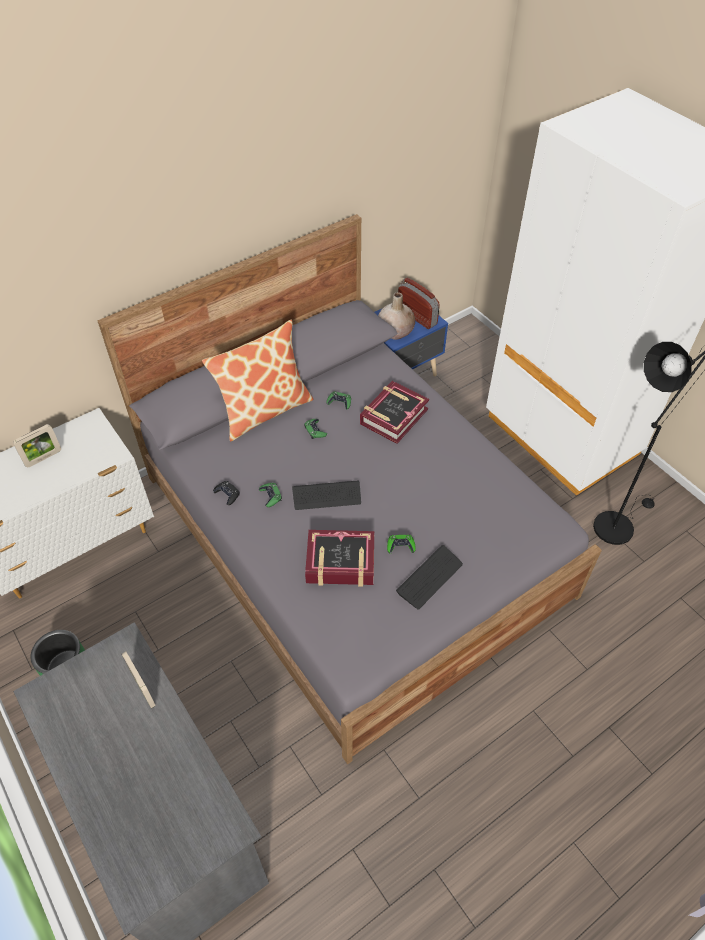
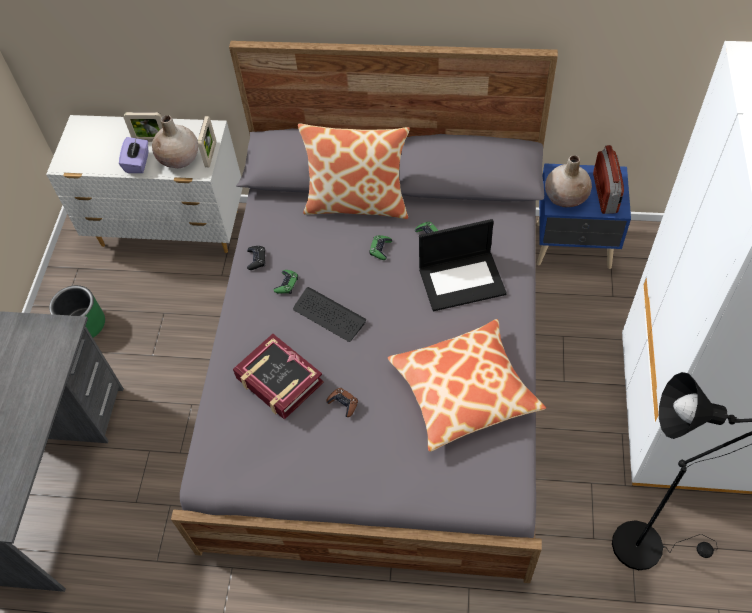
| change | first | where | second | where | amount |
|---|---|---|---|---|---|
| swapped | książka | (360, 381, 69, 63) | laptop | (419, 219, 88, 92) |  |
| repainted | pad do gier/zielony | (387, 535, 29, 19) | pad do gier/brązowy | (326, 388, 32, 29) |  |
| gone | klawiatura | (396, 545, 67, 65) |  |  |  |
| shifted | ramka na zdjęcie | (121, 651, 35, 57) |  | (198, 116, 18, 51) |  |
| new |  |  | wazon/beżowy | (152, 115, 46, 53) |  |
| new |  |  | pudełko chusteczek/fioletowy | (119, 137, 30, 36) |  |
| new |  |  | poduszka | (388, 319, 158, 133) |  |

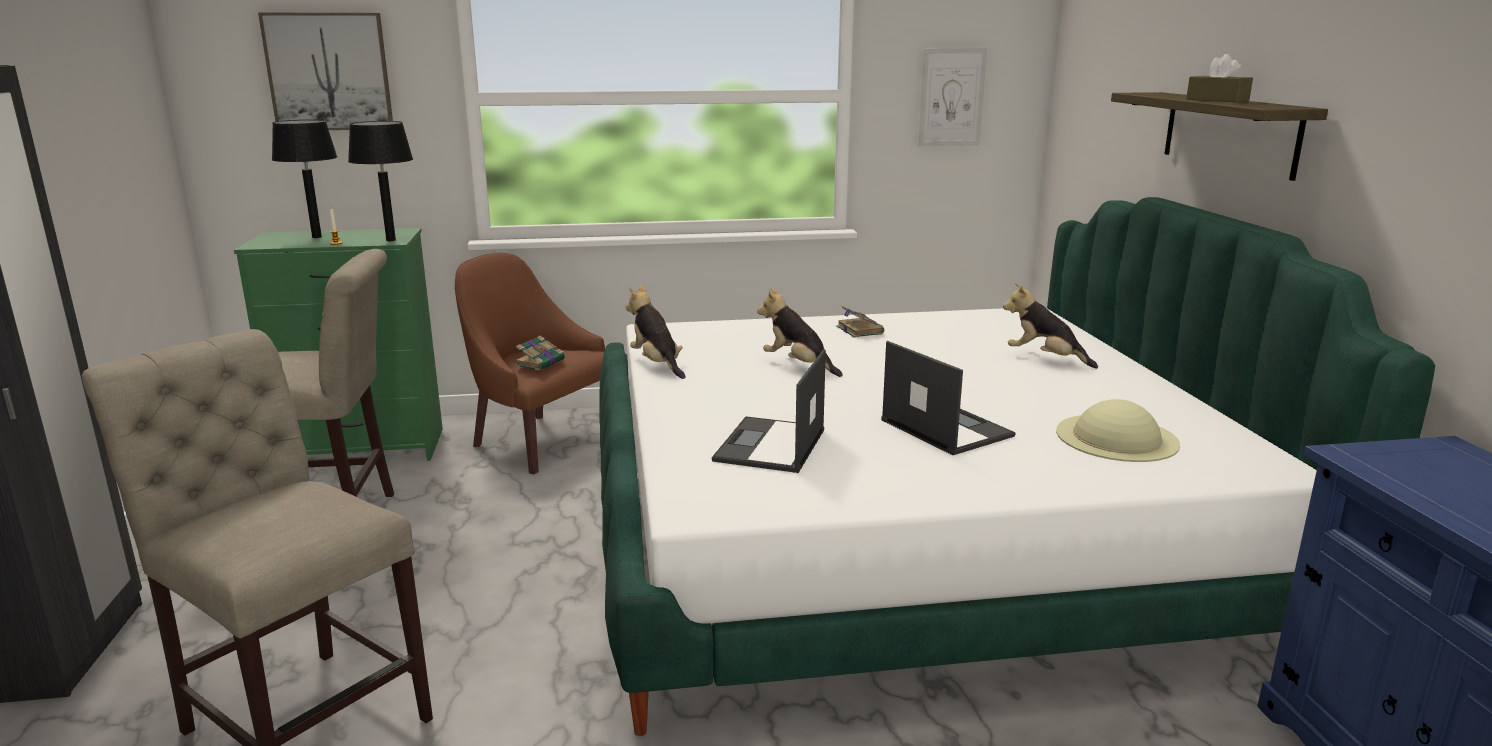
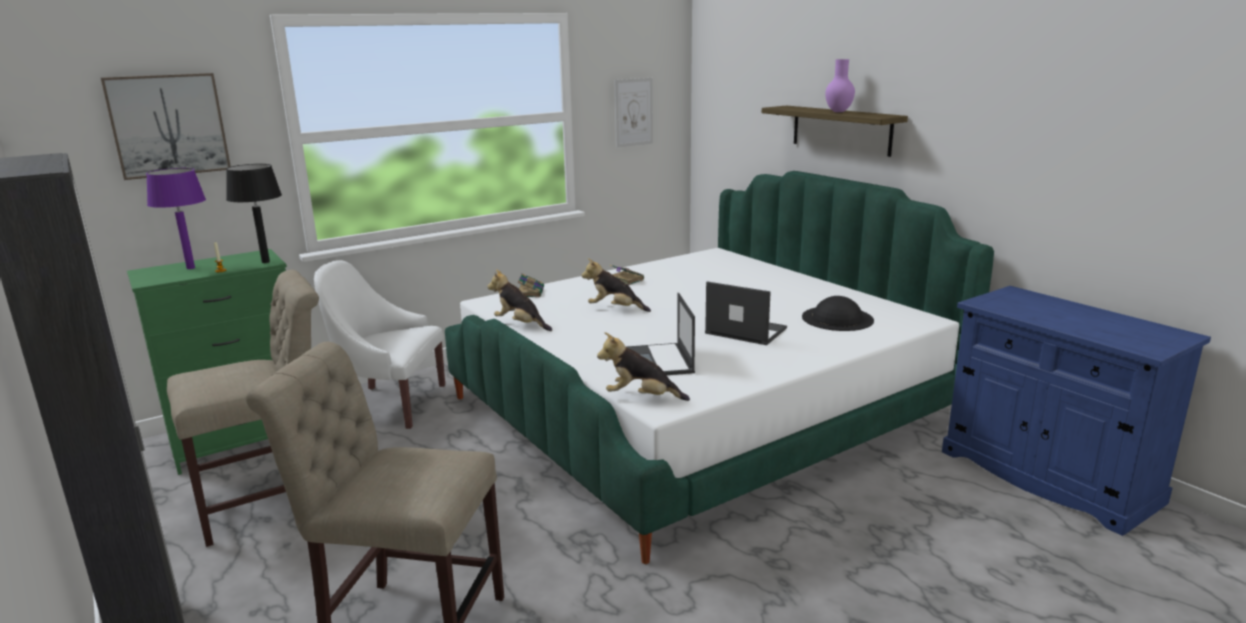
| change | first | where | second | where | amount |
|---|---|---|---|---|---|
| swapped | pudełko chusteczek/brązowy | (1186, 54, 67, 48) | wazon/fioletowy | (825, 59, 30, 53) |  |
| repainted | lampa stołowa/czarny | (272, 120, 65, 118) | lampa stołowa/fioletowy | (146, 168, 60, 101) |  |
| repainted | fotel/brązowy | (455, 253, 150, 222) | fotel/biały | (314, 260, 131, 169) |  |
| shifted | pluszak | (1003, 283, 95, 86) |  | (597, 332, 93, 69) |  |
| shifted | książka | (515, 336, 50, 35) |  | (518, 274, 26, 23) |  |
| repainted | kapelusz/beżowy | (1056, 399, 124, 63) | kapelusz/czarny | (802, 296, 72, 35) |  |

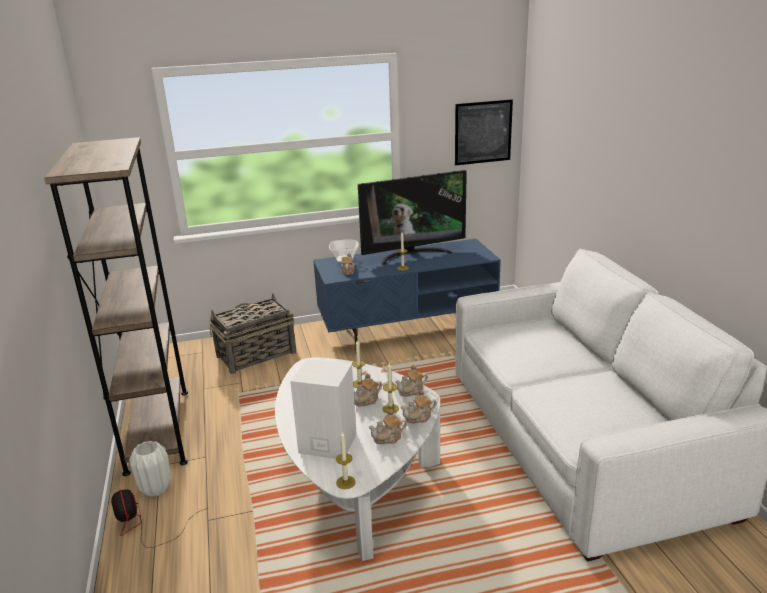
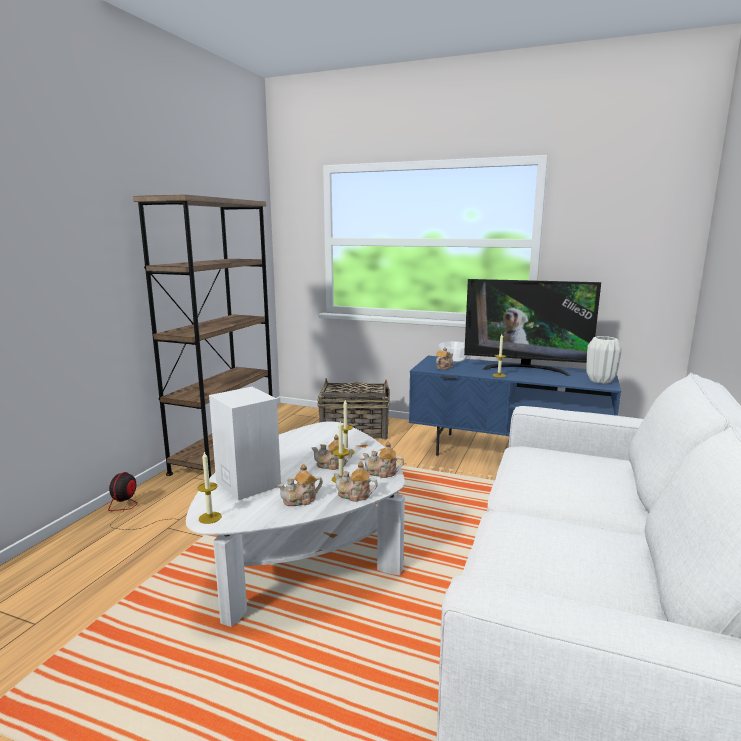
| change | first | where | second | where | amount |
|---|---|---|---|---|---|
| gone | obraz | (455, 99, 58, 66) |  |  |  |
| rotated | imbryk | (369, 409, 38, 35) |  | (277, 464, 46, 42) | 45 degrees counterclockwise |
| shifted | wazon/biały | (129, 441, 42, 56) |  | (586, 336, 36, 48) |  |

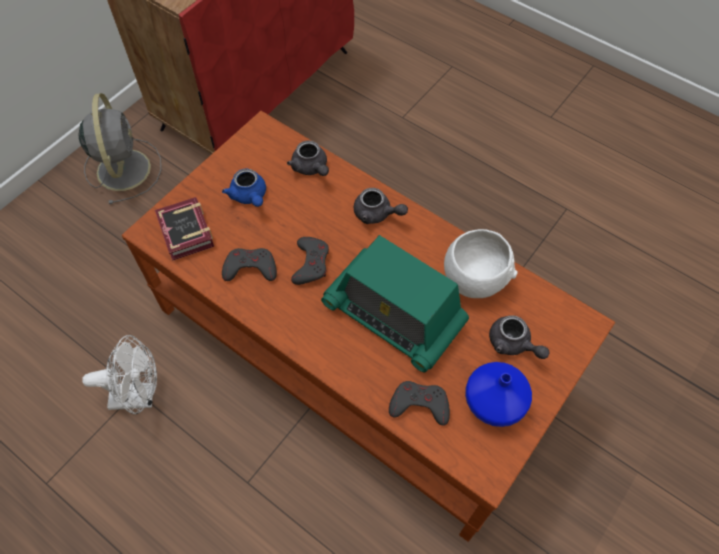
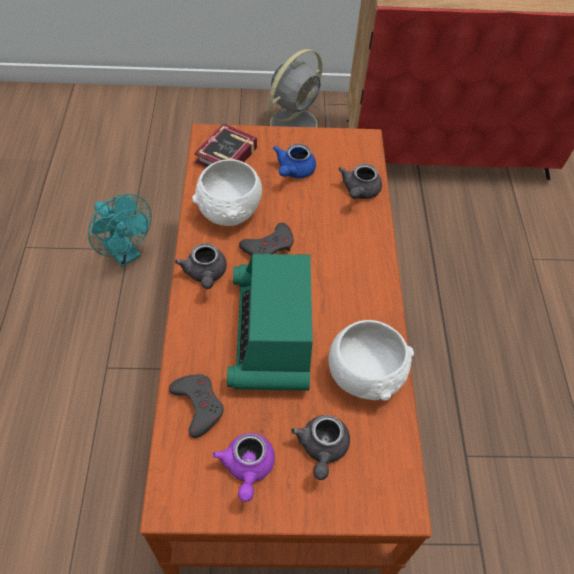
| change | first | where | second | where | amount |
|---|---|---|---|---|---|
| shifted | imbryk/szary | (354, 188, 54, 36) |  | (175, 243, 52, 46) |  |
| swapped | pad do gier/szary | (222, 248, 55, 33) | miska/biały | (192, 160, 70, 66) |  |
| repainted | wentylator/biały | (82, 335, 75, 79) | wentylator/turkusowy | (88, 194, 63, 73) |  |
| swapped | wazon/niebieski | (465, 362, 67, 65) | imbryk/fioletowy | (212, 433, 63, 69) |  |

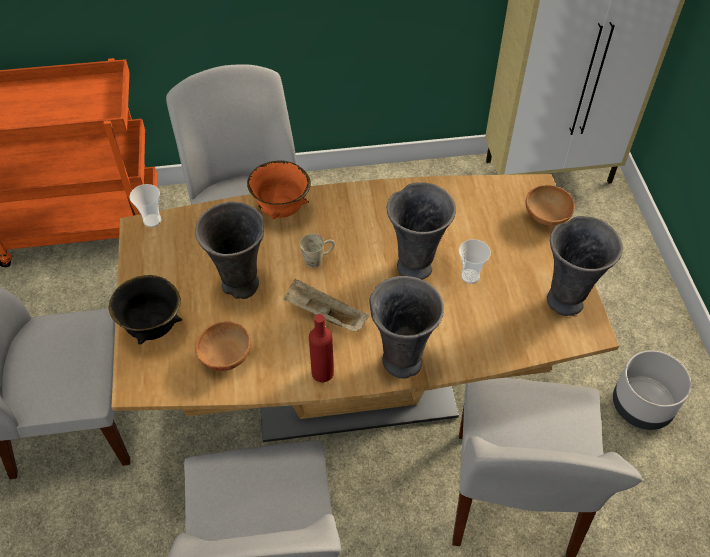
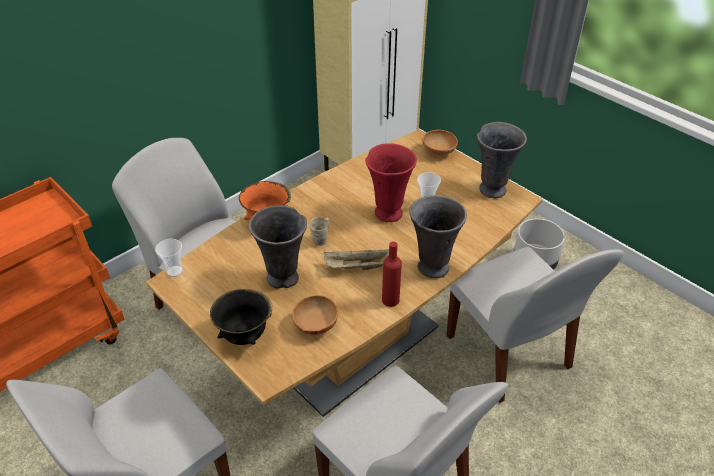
| change | first | where | second | where | amount |
|---|---|---|---|---|---|
| repainted | wazon/szary | (387, 182, 69, 98) | wazon/czerwony | (365, 143, 52, 79) |  |

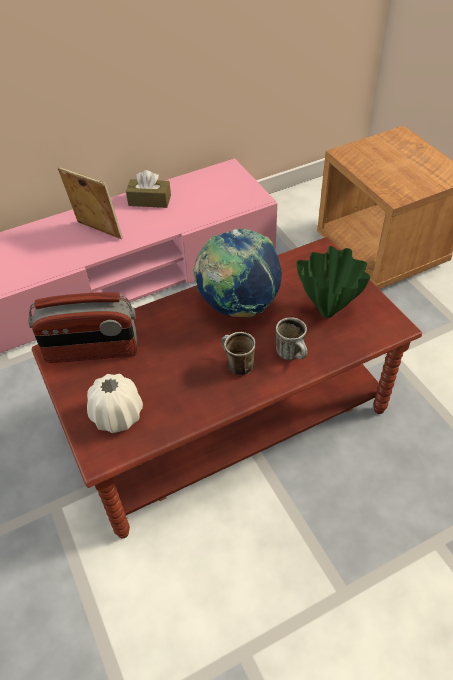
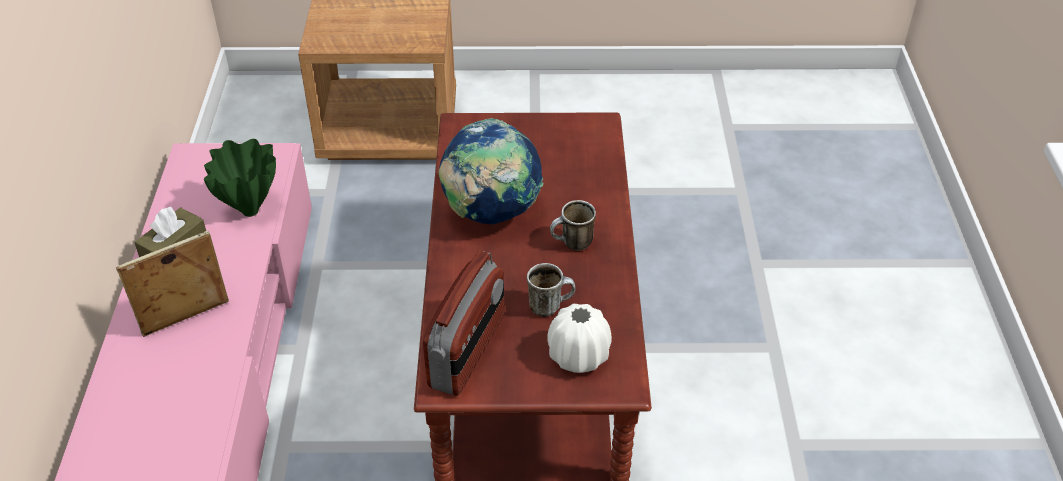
| change | first | where | second | where | amount |
|---|---|---|---|---|---|
| shifted | wazon/zielony | (297, 246, 73, 72) |  | (204, 139, 72, 78) |  |
| shifted | kubek | (276, 317, 31, 43) |  | (527, 263, 48, 54) |  |

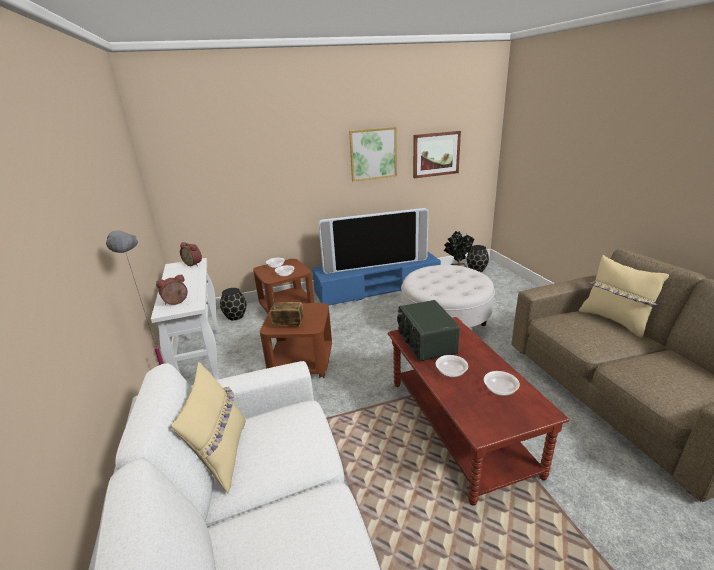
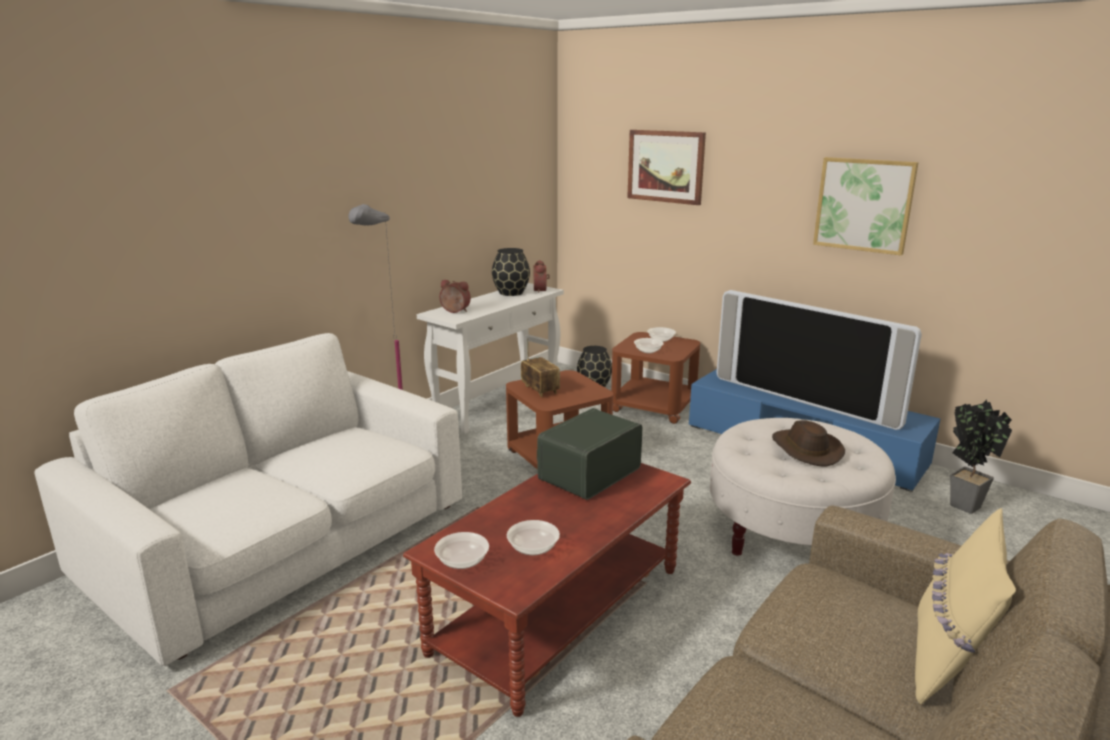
| change | first | where | second | where | amount |
|---|---|---|---|---|---|
| shifted | obraz | (413, 131, 48, 47) |  | (627, 130, 79, 75) |  |
| shifted | wazon/czarny | (467, 245, 22, 27) |  | (492, 248, 38, 48) |  |
| shifted | miska | (436, 355, 32, 22) |  | (434, 532, 55, 37) |  |
| gone | poduszka/beżowy | (171, 362, 75, 131) |  |  |  |
| new |  |  | kapelusz/brązowy | (772, 420, 73, 47) |  |

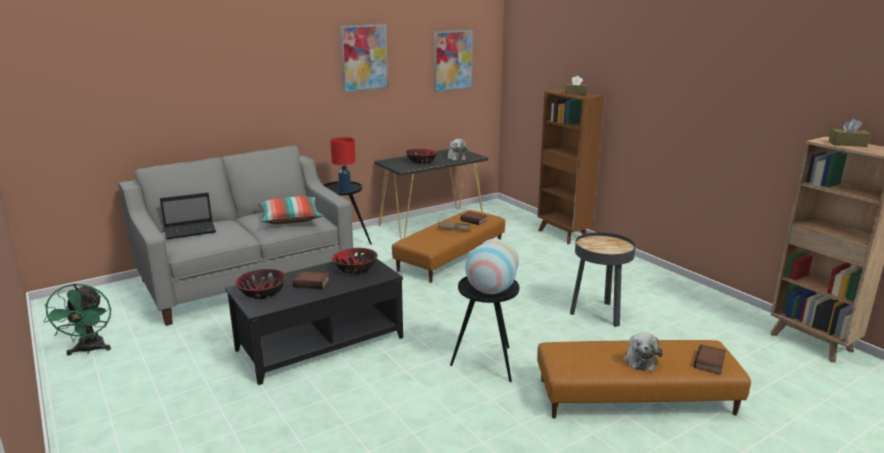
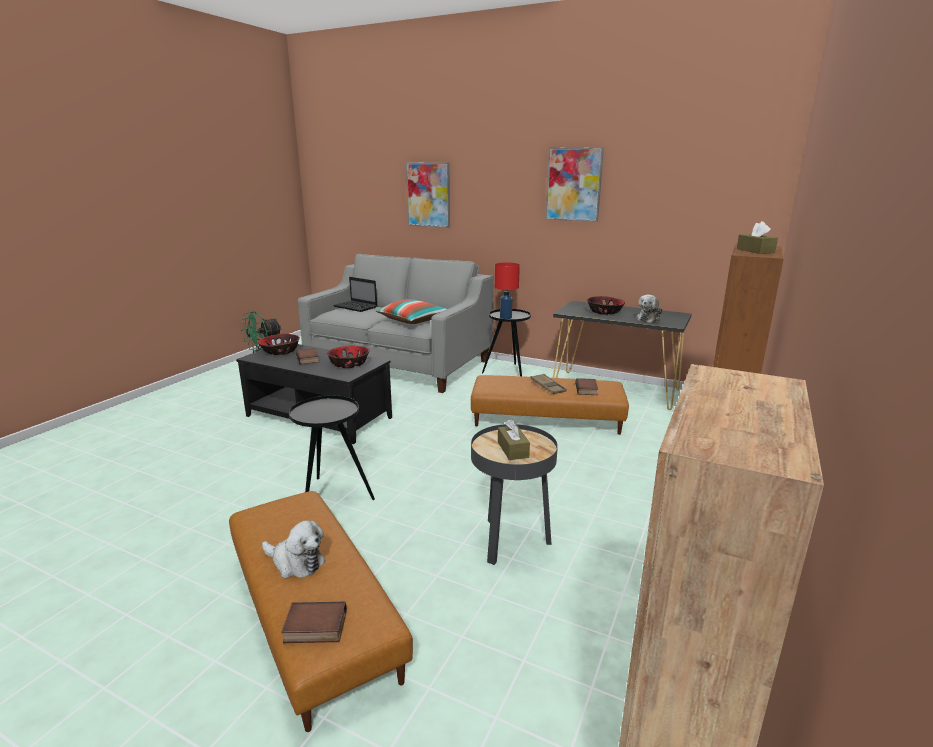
| change | first | where | second | where | amount |
|---|---|---|---|---|---|
| shifted | obraz | (434, 30, 39, 62) |  | (406, 162, 44, 66) |  |
| shifted | pudełko chusteczek/brązowy | (829, 118, 41, 29) |  | (498, 419, 32, 41) |  |
| gone | wazon | (465, 239, 54, 55) |  |  |  |
| rotated | pluszak | (623, 332, 40, 39) |  | (262, 520, 63, 58) | 135 degrees counterclockwise |

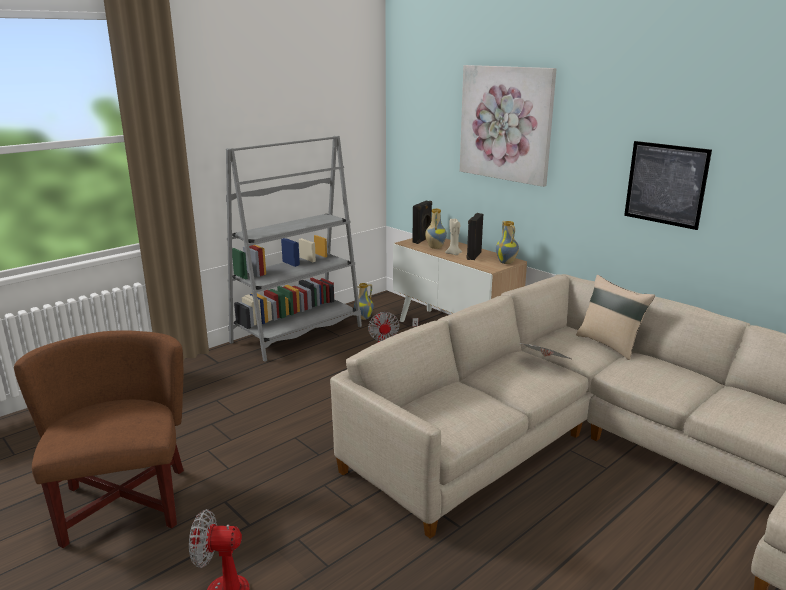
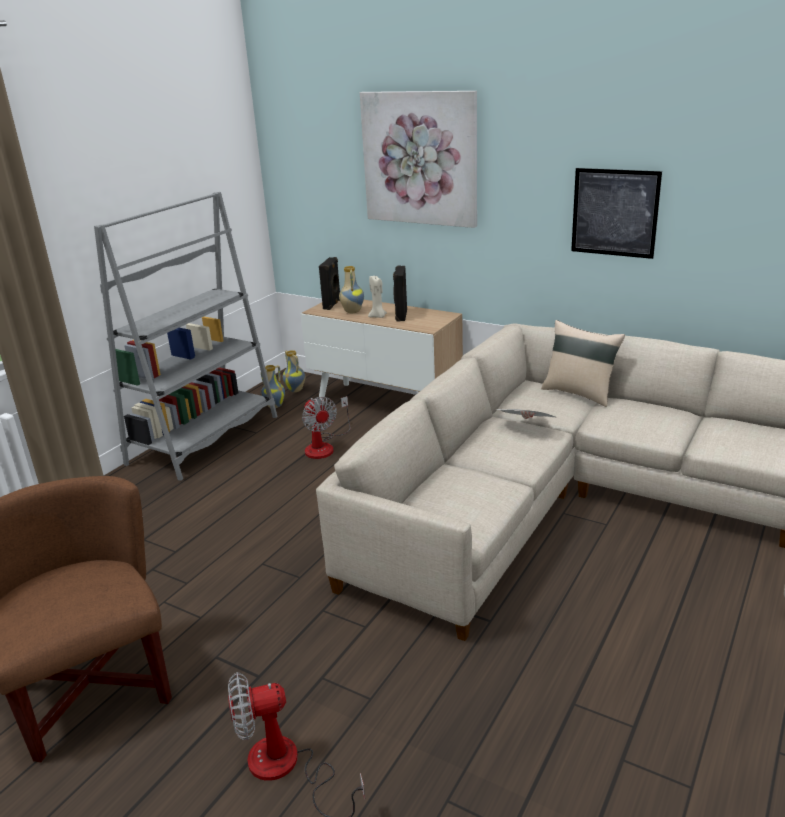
| change | first | where | second | where | amount |
|---|---|---|---|---|---|
| shifted | wazon | (496, 221, 23, 43) |  | (283, 350, 22, 42) |  |

